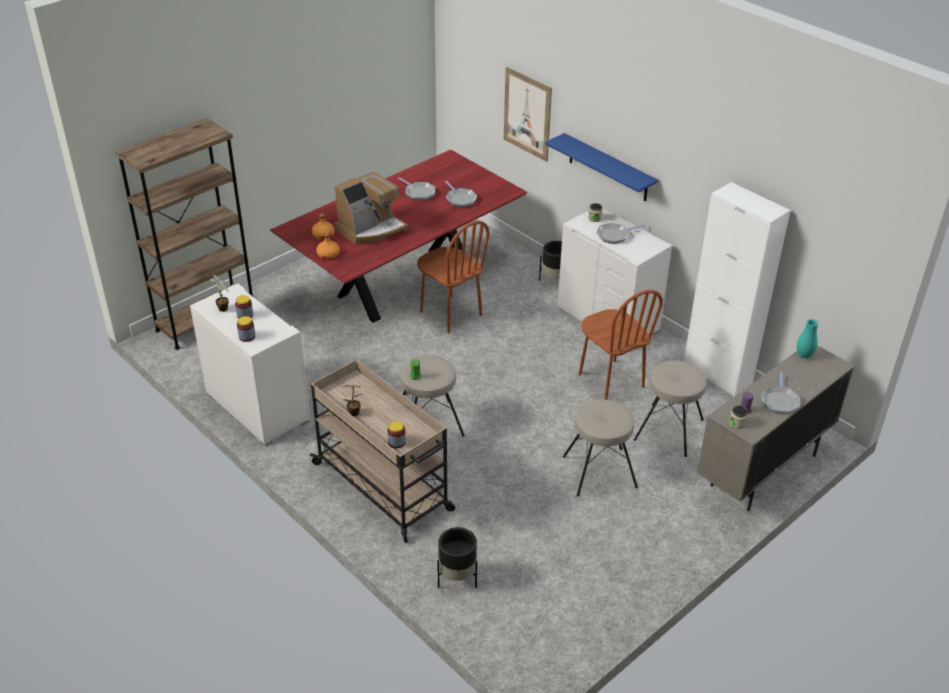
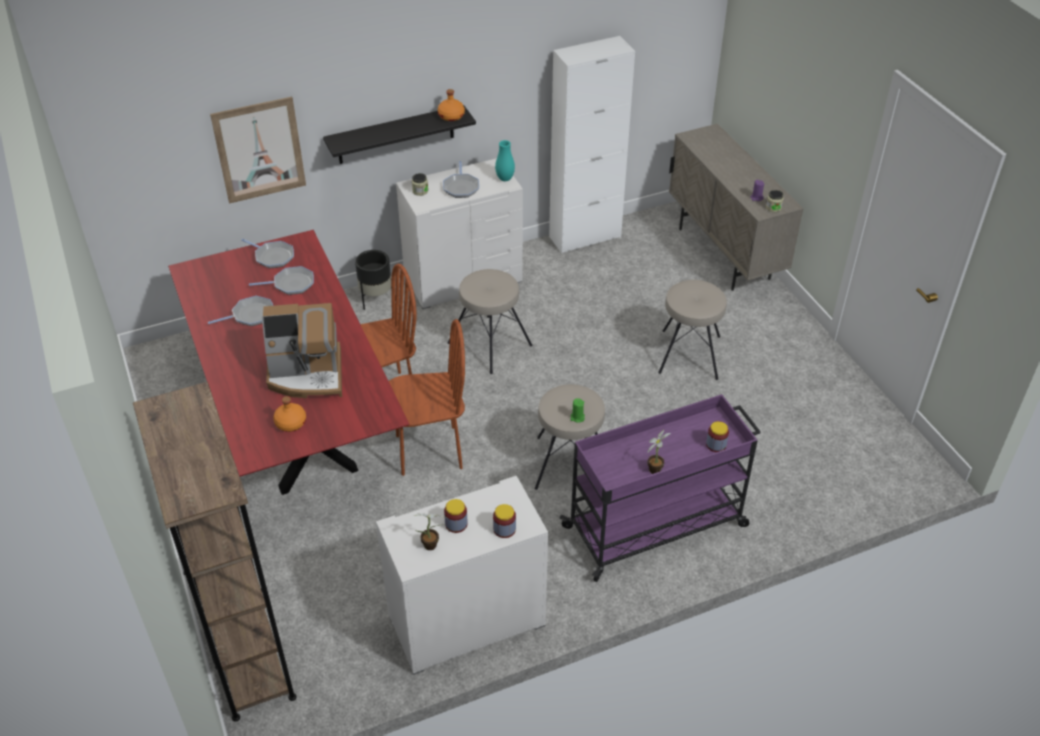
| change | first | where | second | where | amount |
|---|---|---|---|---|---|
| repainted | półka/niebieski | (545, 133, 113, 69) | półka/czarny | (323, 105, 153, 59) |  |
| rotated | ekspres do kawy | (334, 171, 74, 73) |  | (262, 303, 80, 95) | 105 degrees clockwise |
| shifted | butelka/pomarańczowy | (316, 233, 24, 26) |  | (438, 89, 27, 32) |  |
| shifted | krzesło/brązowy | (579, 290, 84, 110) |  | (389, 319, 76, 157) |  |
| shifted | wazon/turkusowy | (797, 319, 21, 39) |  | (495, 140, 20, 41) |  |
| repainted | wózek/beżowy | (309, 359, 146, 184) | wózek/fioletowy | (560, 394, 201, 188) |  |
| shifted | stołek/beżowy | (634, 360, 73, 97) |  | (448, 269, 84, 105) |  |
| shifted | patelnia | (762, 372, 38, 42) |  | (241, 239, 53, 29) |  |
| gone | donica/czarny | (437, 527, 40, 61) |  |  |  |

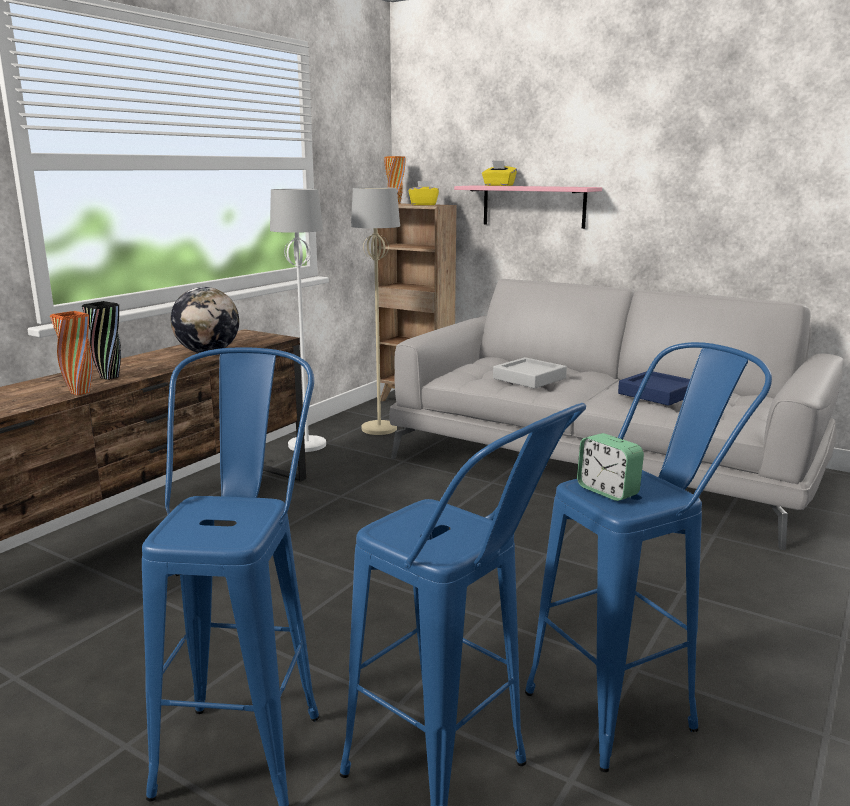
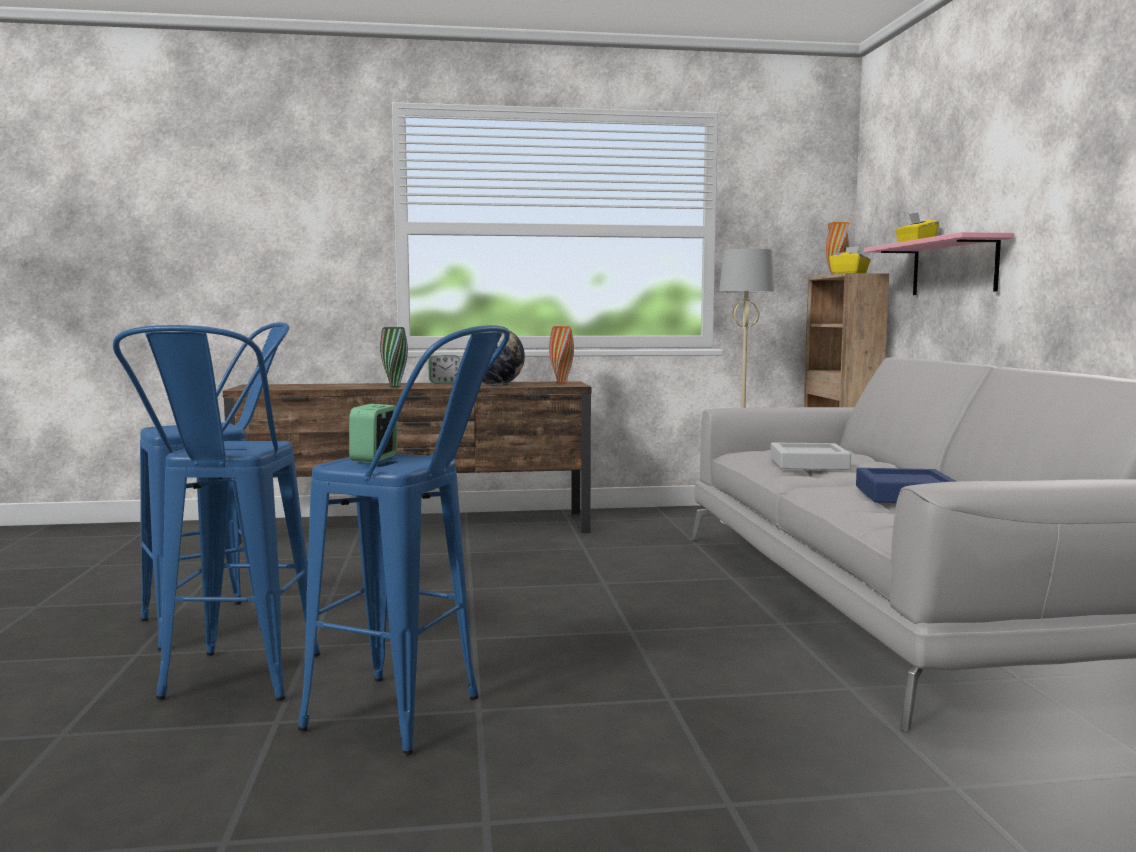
| change | first | where | second | where | amount |
|---|---|---|---|---|---|
| gone | lampa stojąca/biały | (270, 189, 56, 263) |  |  |  |
| repainted | wazon/czarny | (82, 301, 39, 79) | wazon/zielony | (380, 327, 28, 60) |  |
| shifted | wazon/pomarańczowy | (50, 311, 43, 84) |  | (549, 326, 25, 56) |  |
| new |  |  | budzik | (428, 355, 32, 29) |  |

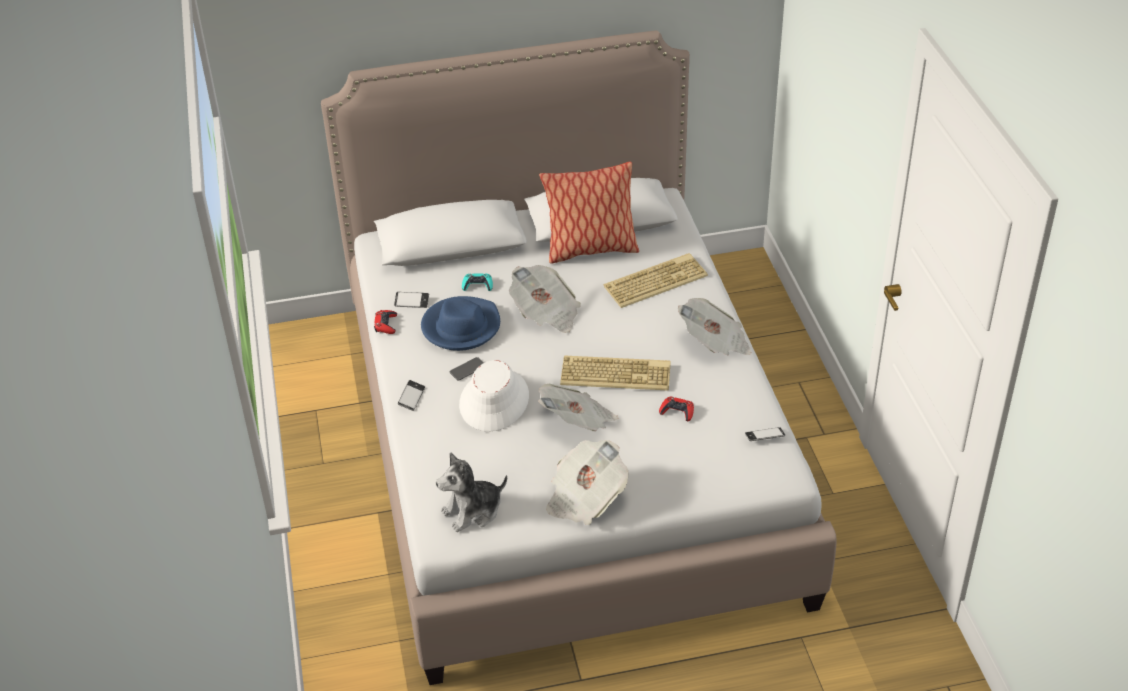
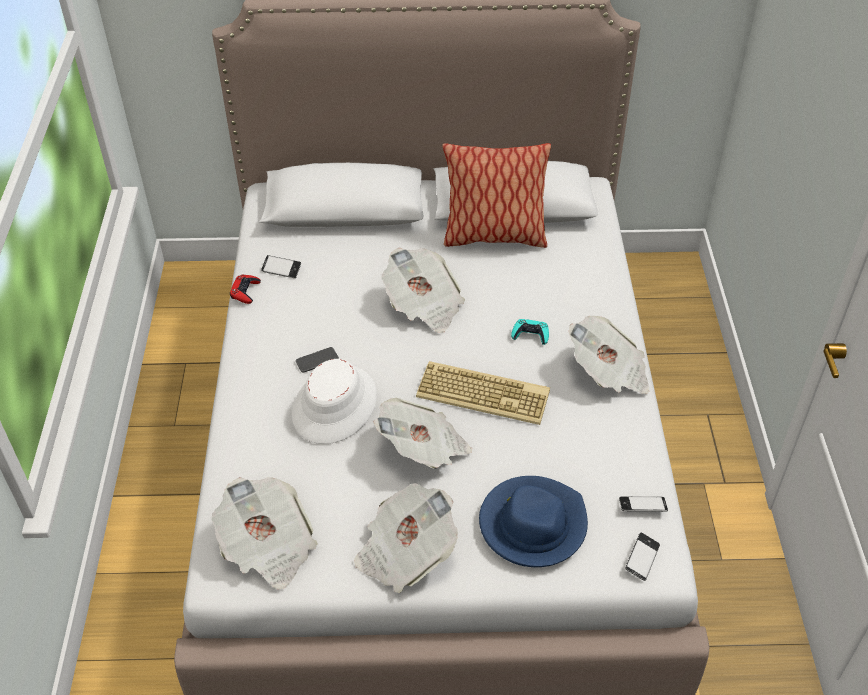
| change | first | where | second | where | amount |
|---|---|---|---|---|---|
| gone | klawiatura | (604, 253, 104, 55) |  |  |  |
| shifted | pad do gier/turkusowy | (462, 274, 31, 17) |  | (511, 319, 38, 26) |  |
| shifted | kapelusz/niebieski | (421, 296, 79, 55) |  | (479, 476, 109, 91) |  |
| shifted | telefon | (398, 380, 27, 31) |  | (625, 533, 35, 48) |  |
| gone | pad do gier/czerwony | (659, 397, 35, 24) |  |  |  |
| swapped | pluszak | (436, 452, 71, 80) | gazeta | (211, 477, 107, 112) |  |

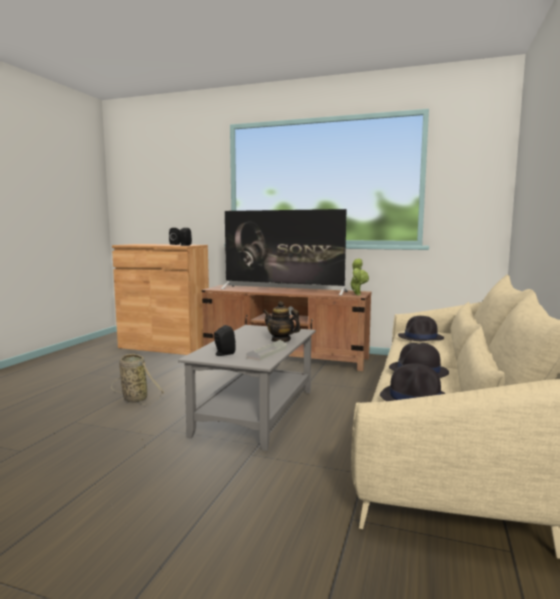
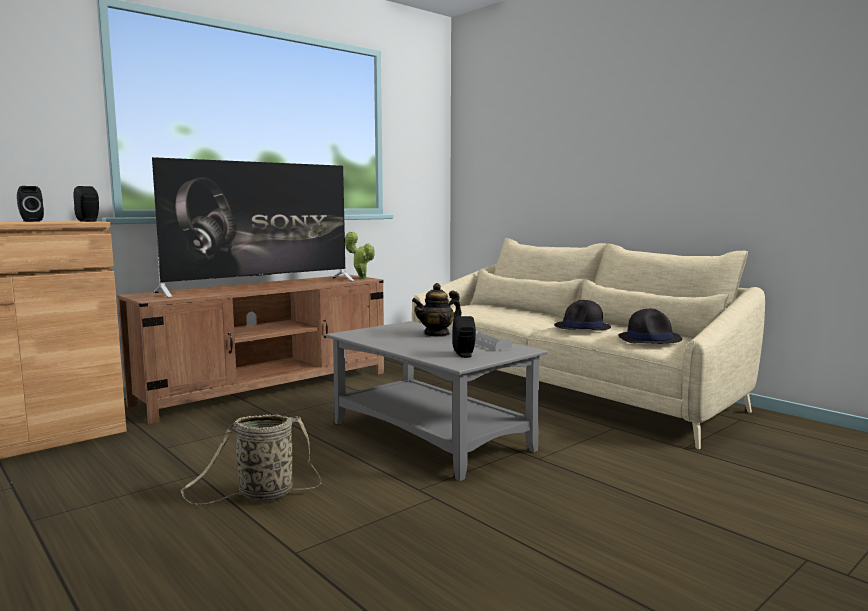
| change | first | where | second | where | amount |
|---|---|---|---|---|---|
| gone | kapelusz/czarny | (398, 316, 46, 25) |  |  |  |

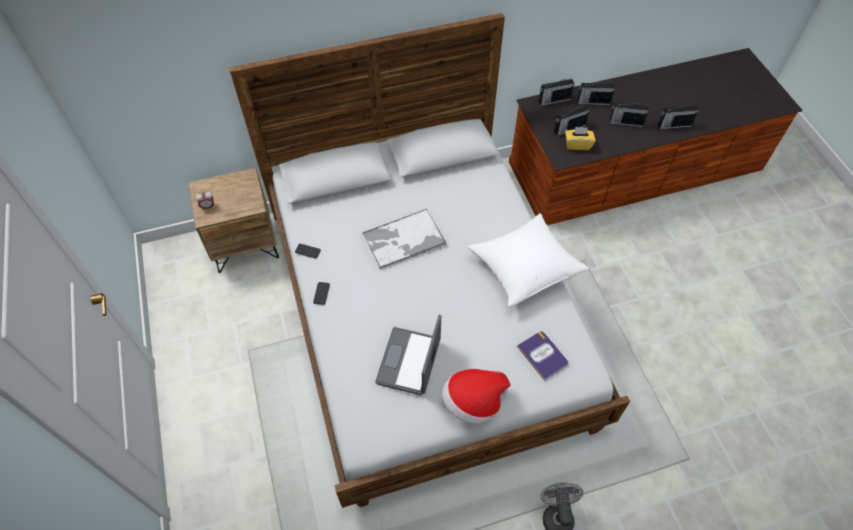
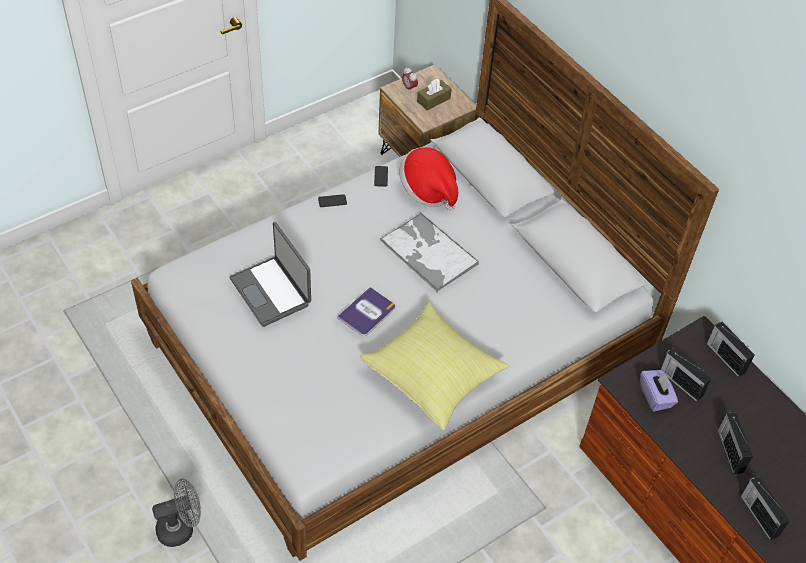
| change | first | where | second | where | amount |
|---|---|---|---|---|---|
| gone | radio | (578, 81, 37, 24) |  |  |  |
| repainted | pudełko chusteczek/żółty | (565, 127, 31, 23) | pudełko chusteczek/fioletowy | (640, 370, 38, 42) |  |
| repainted | poduszka/biały | (467, 213, 122, 94) | poduszka/żółty | (360, 302, 149, 128) |  |
| rotated | laptop | (375, 315, 66, 80) |  | (229, 222, 82, 105) | 120 degrees counterclockwise |
| shifted | książka | (517, 331, 51, 50) |  | (337, 287, 58, 49) |  |
| shifted | kapelusz | (442, 369, 69, 55) |  | (399, 147, 59, 64) |  |
| new |  |  | pudełko chusteczek/brązowy | (417, 79, 35, 32) |  |

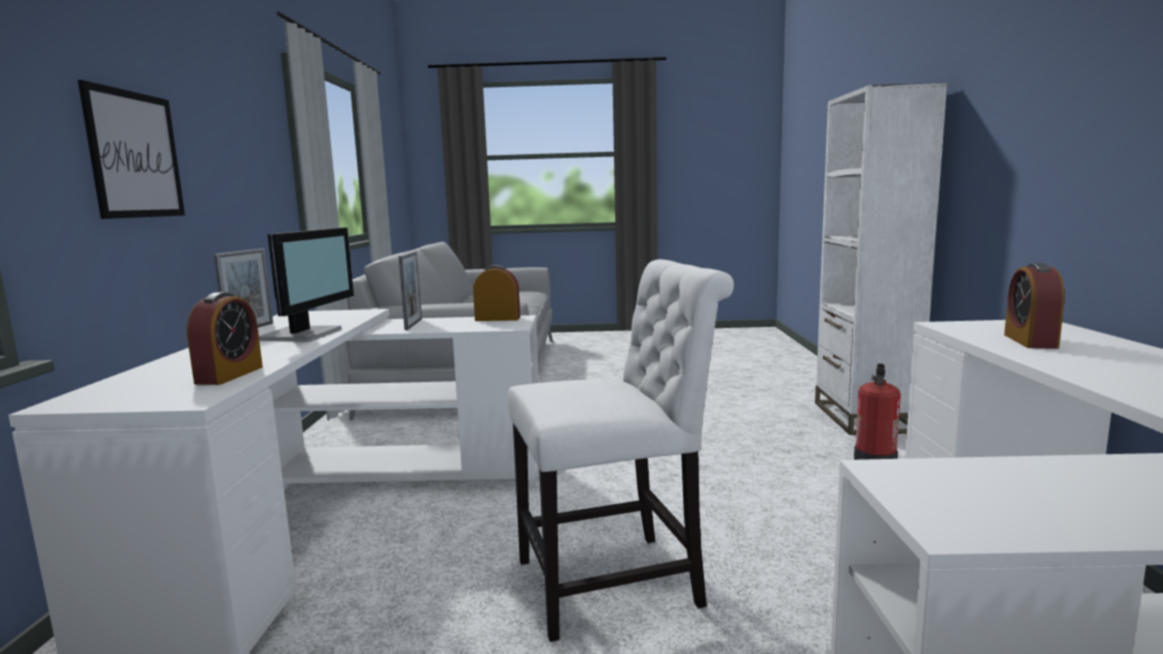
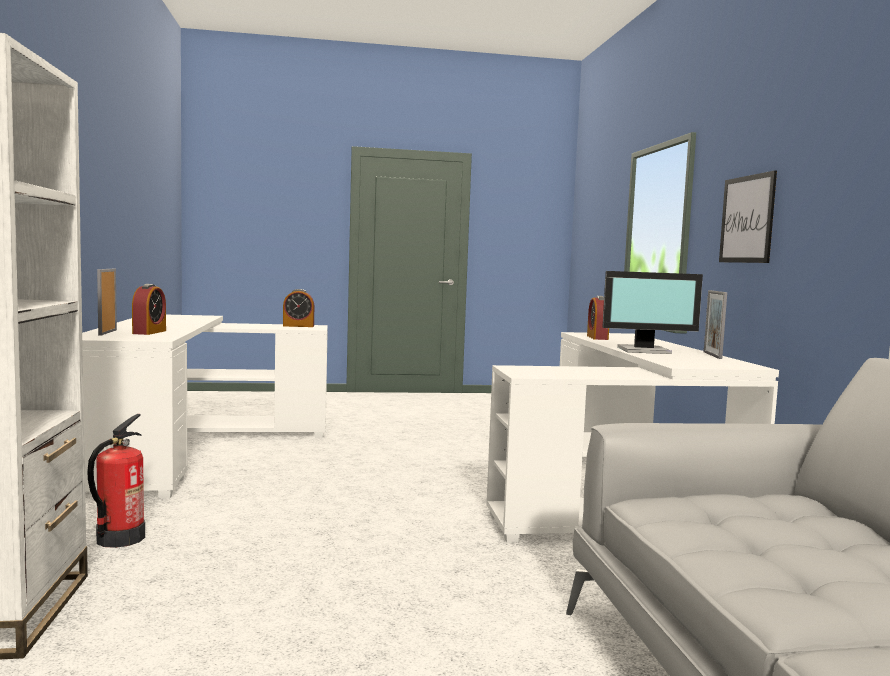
| change | first | where | second | where | amount |
|---|---|---|---|---|---|
| rotated | monitor | (259, 227, 95, 114) |  | (602, 271, 101, 83) | 90 degrees counterclockwise |
| shifted | ramka na zdjęcie | (398, 251, 24, 79) |  | (97, 269, 20, 67) |  |
| gone | krzesło/biały | (508, 259, 226, 383) |  |  |  |
| shifted | budzik | (473, 265, 47, 56) |  | (283, 289, 31, 38) |  |

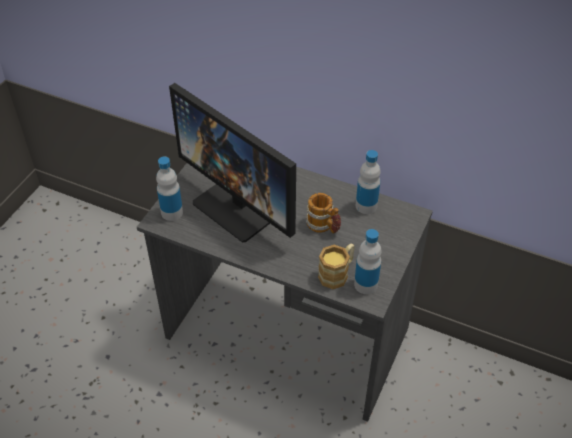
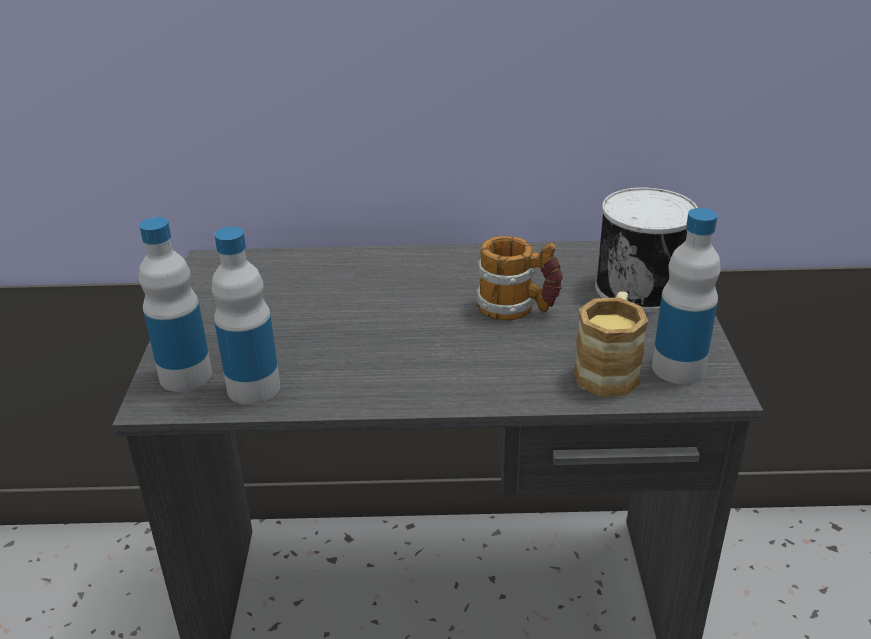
| change | first | where | second | where | amount |
|---|---|---|---|---|---|
| gone | monitor | (169, 83, 127, 159) |  |  |  |
| shifted | butelka | (356, 150, 25, 64) |  | (212, 227, 68, 178) |  |
| new |  |  | puszka | (595, 187, 103, 126) |  |

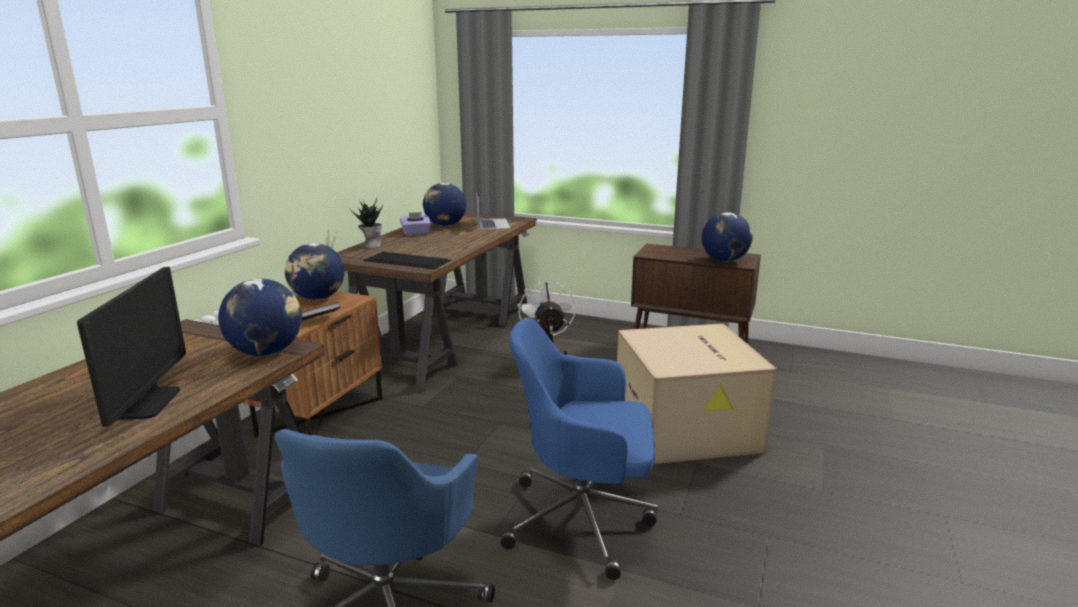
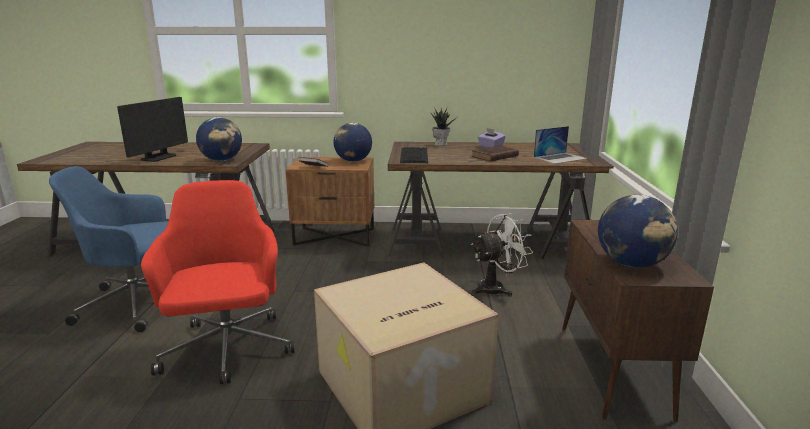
| change | first | where | second | where | amount |
|---|---|---|---|---|---|
| gone | globus | (423, 183, 43, 43) |  |  |  |
| rotated | monitor | (77, 267, 109, 160) |  | (117, 97, 71, 65) | 45 degrees counterclockwise |
| repainted | krzesło biurowe/niebieski | (501, 318, 157, 262) | krzesło biurowe/czerwony | (141, 180, 153, 204) |  |
| new |  |  | książka/brązowy | (471, 145, 48, 17) |  |

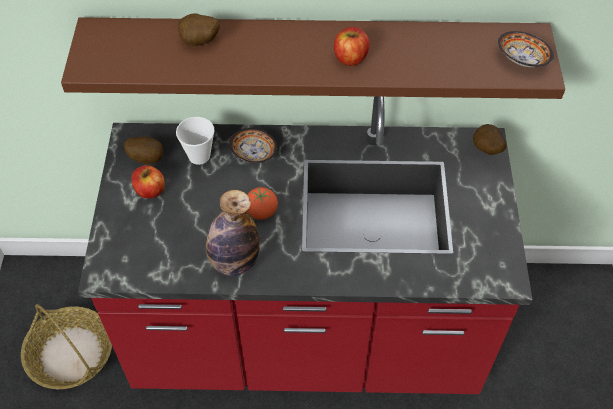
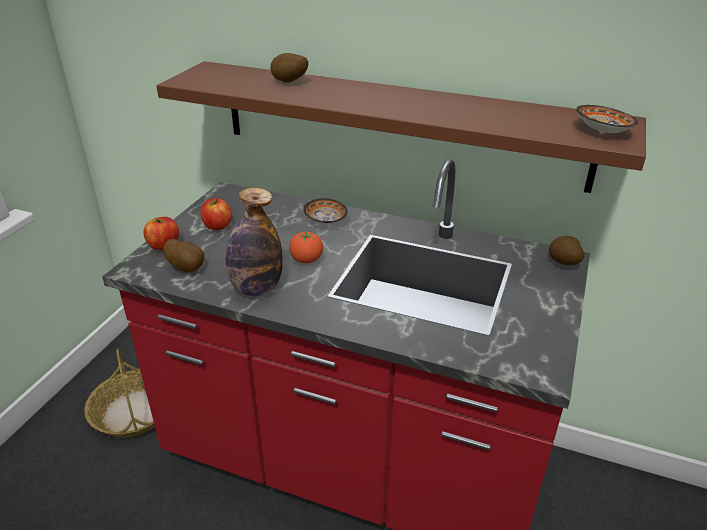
| change | first | where | second | where | amount |
|---|---|---|---|---|---|
| shifted | jabłko | (334, 27, 36, 39) |  | (144, 217, 35, 33) |  |
| gone | filiżanka | (176, 117, 39, 48) |  |  |  |
| shifted | ziemniak | (124, 136, 39, 28) |  | (163, 239, 41, 33) |  |

